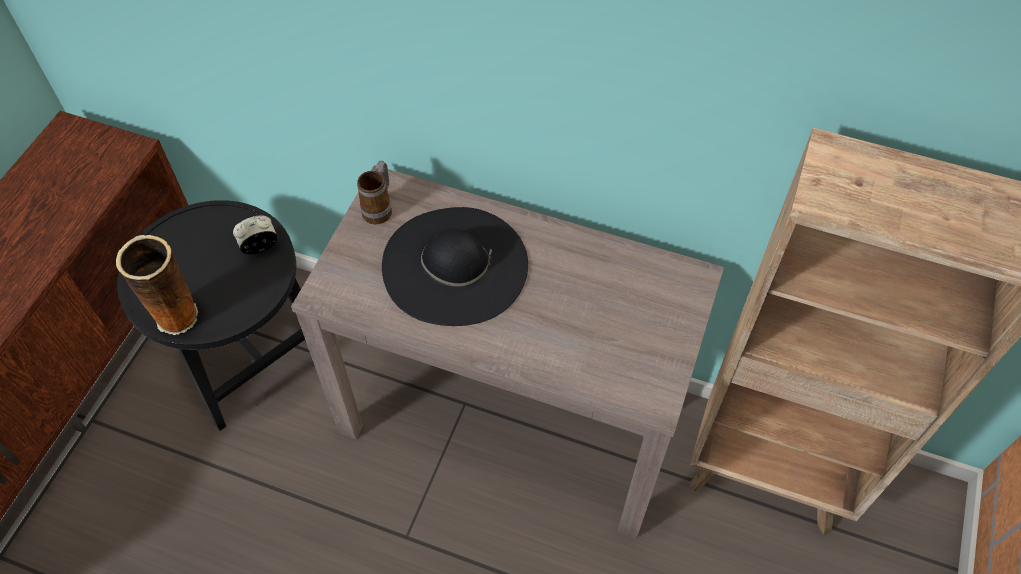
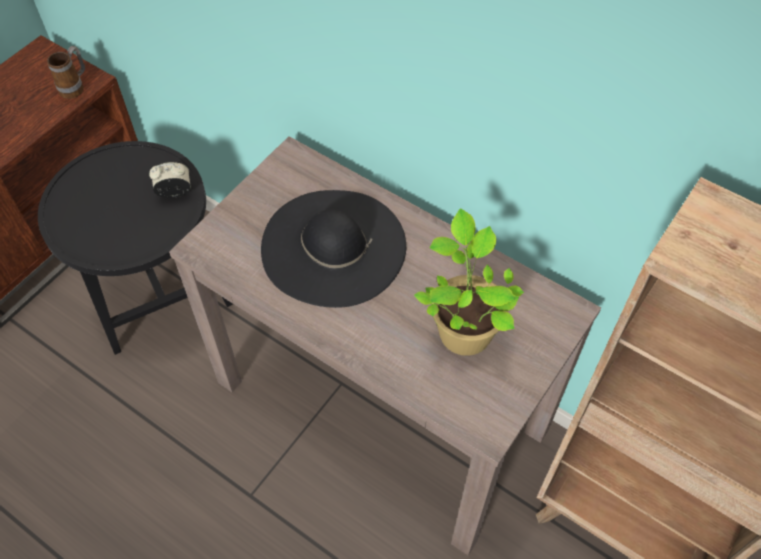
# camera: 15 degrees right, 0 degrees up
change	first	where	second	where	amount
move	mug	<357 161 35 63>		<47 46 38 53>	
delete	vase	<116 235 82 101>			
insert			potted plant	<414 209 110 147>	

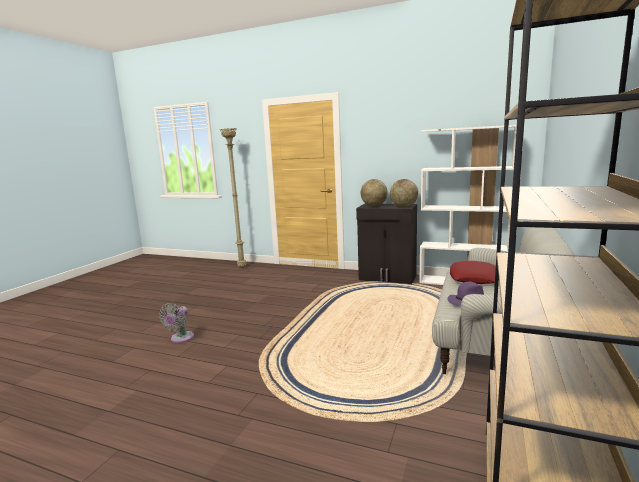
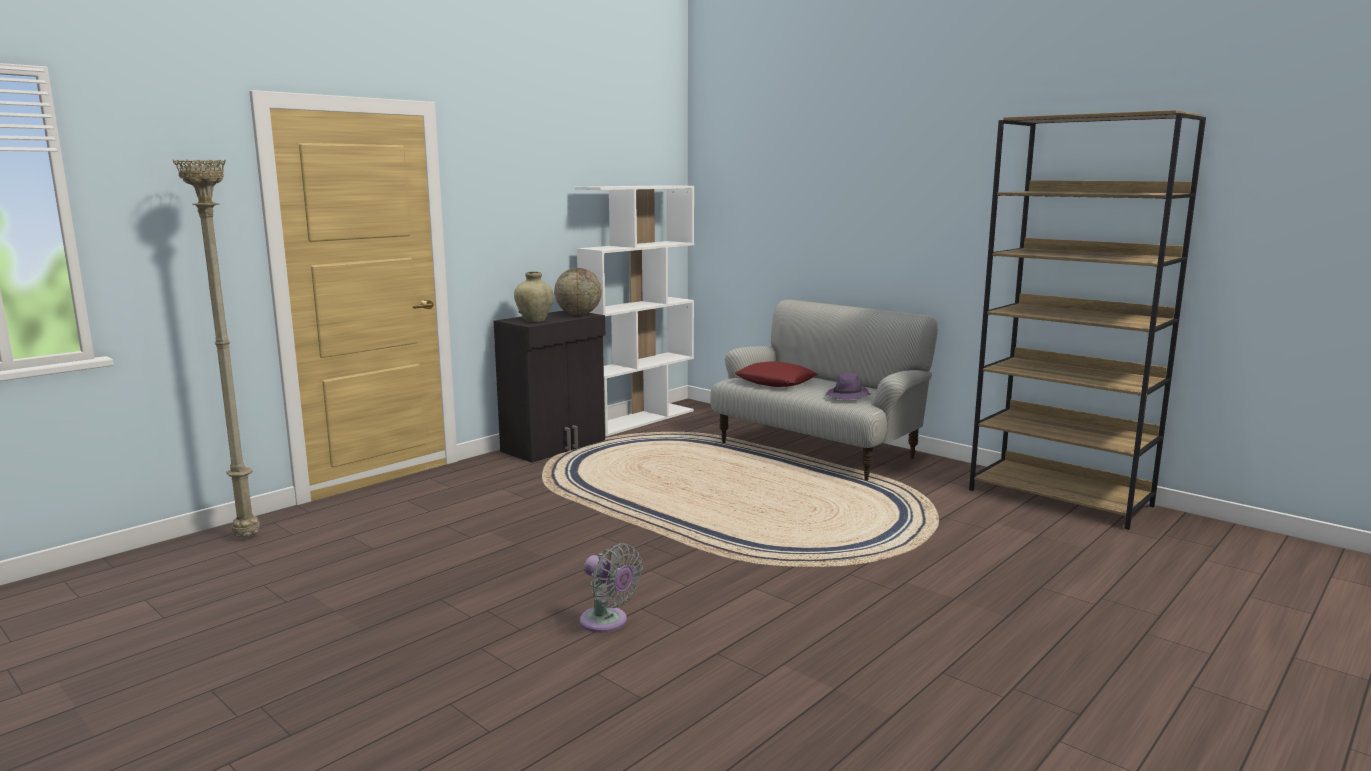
# camera: 70 degrees left, 0 degrees up
change	first	where	second	where	amount
replace	globe	<360 179 28 27>	beige vase	<514 271 39 51>	

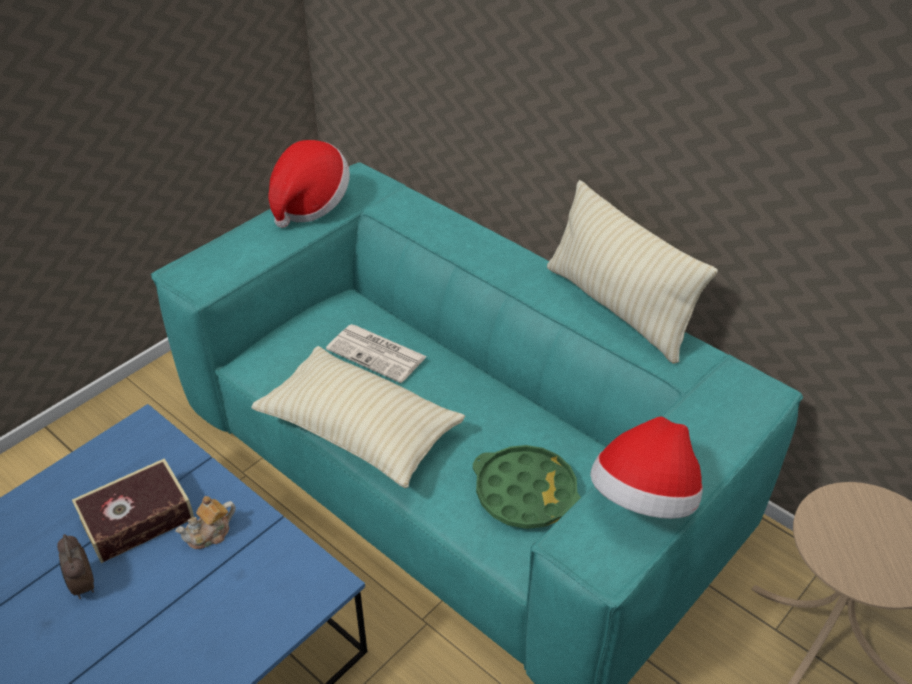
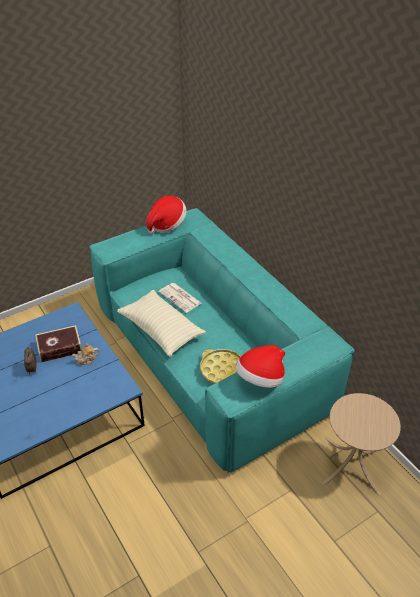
# camera: 15 degrees right, 0 degrees up
change	first	where	second	where	amount
delete	beige pillow	<547 180 171 184>			
recolor	green tray	<473 445 108 84>	yellow tray	<200 349 41 35>	

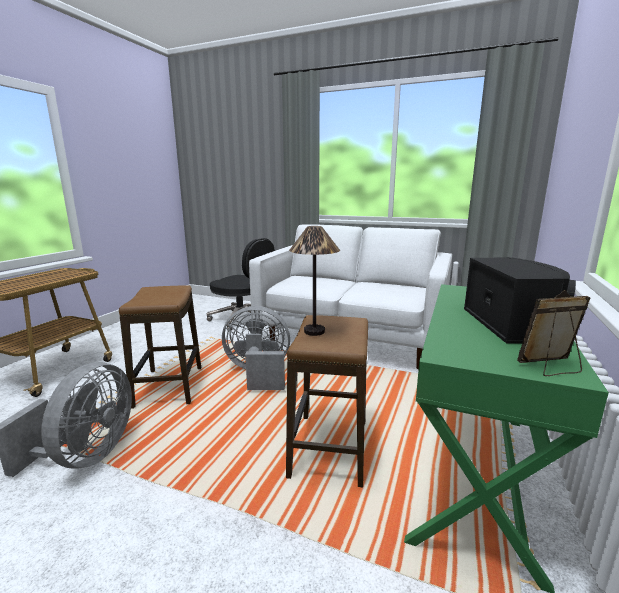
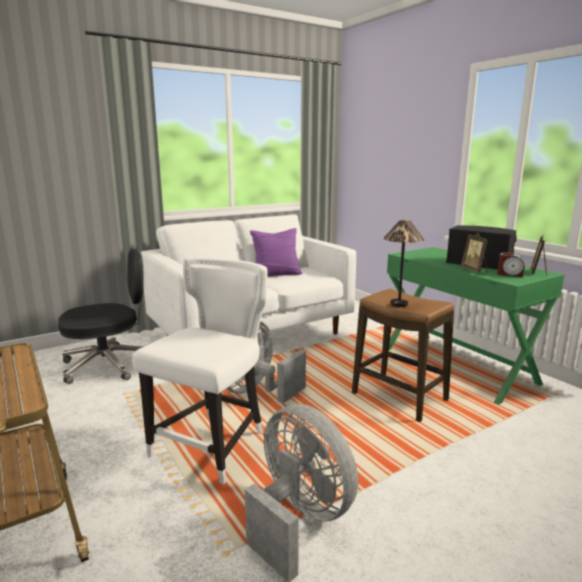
# camera: 55 degrees left, 0 degrees up
change	first	where	second	where	amount
replace	stool	<119 285 82 124>	white chair	<132 257 136 227>	
insert			purple pillow	<250 228 52 49>	
insert			picture frame	<461 233 27 39>	
insert			alarm clock	<497 252 28 25>	

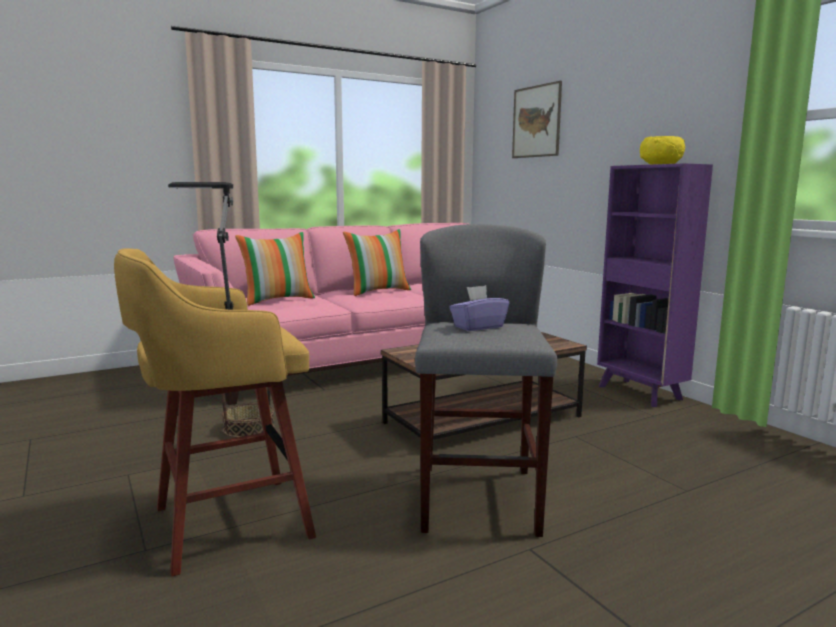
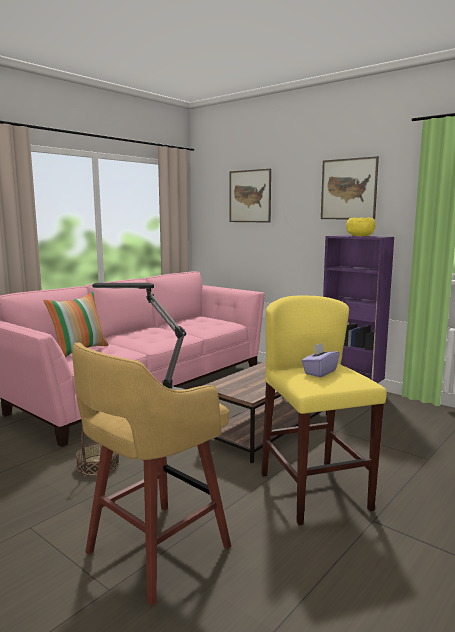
# camera: 20 degrees left, 0 degrees up
change	first	where	second	where	amount
recolor	grey stool	<415 224 142 313>	yellow stool	<261 296 126 229>	
delete	pillow	<343 229 68 67>			
insert			picture	<321 156 58 64>	

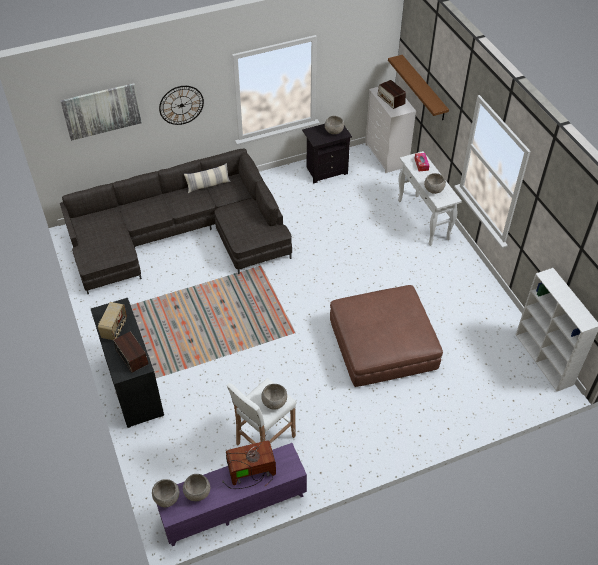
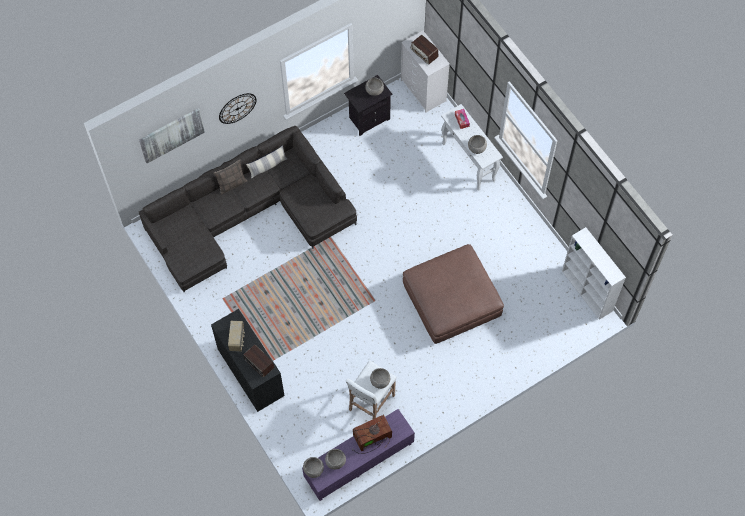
# camera: 10 degrees left, 15 degrees up
change	first	where	second	where	amount
delete	brown shelf	<388 55 61 65>			
insert			pillow	<214 160 33 35>	

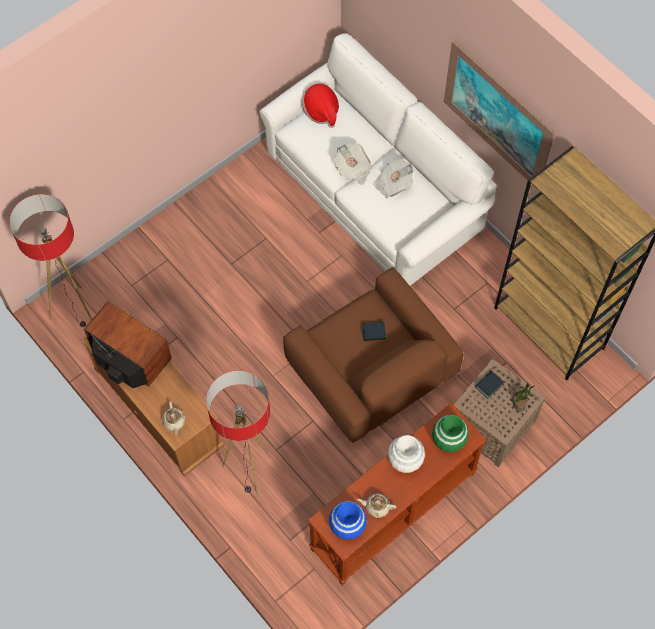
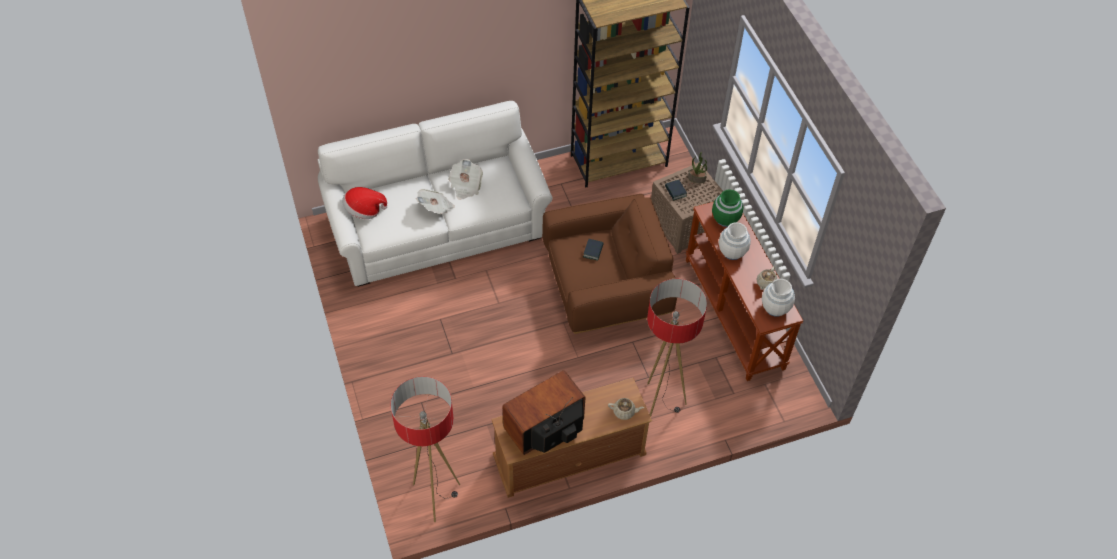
# camera: 70 degrees left, 10 degrees down
change	first	where	second	where	amount
delete	picture	<444 41 111 149>			
recolor	blue vase	<329 501 38 39>	white vase	<762 279 33 38>	

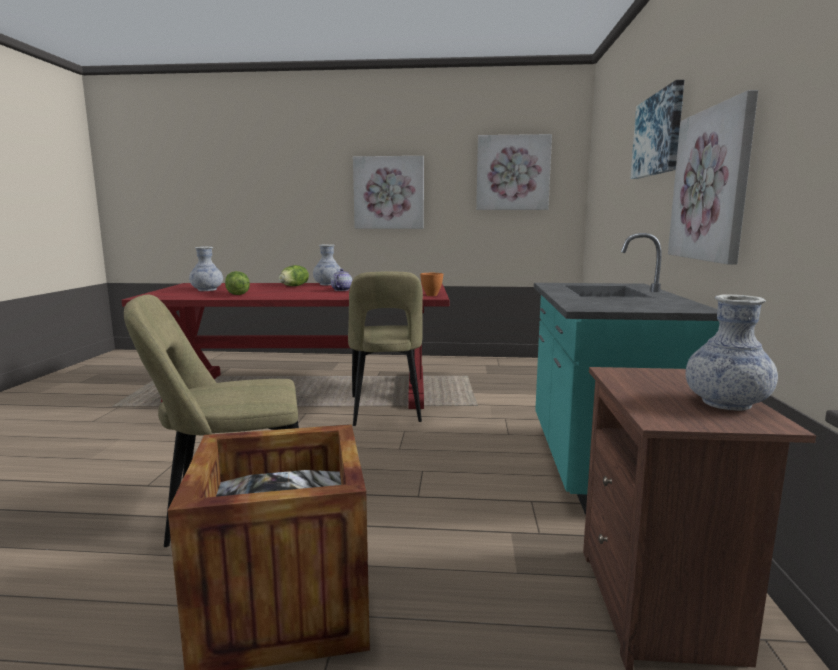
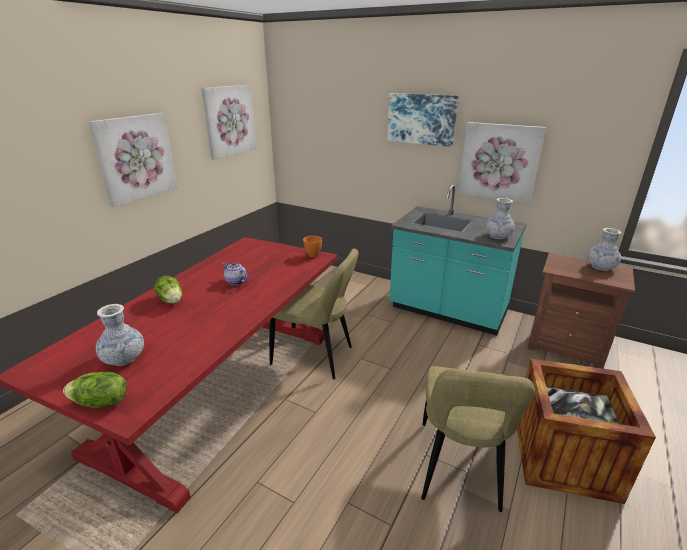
# camera: 65 degrees left, 15 degrees up
change	first	where	second	where	amount
move	vase	<313 244 28 41>		<485 198 30 41>	
move	lettuce	<225 271 25 24>		<63 372 64 36>	

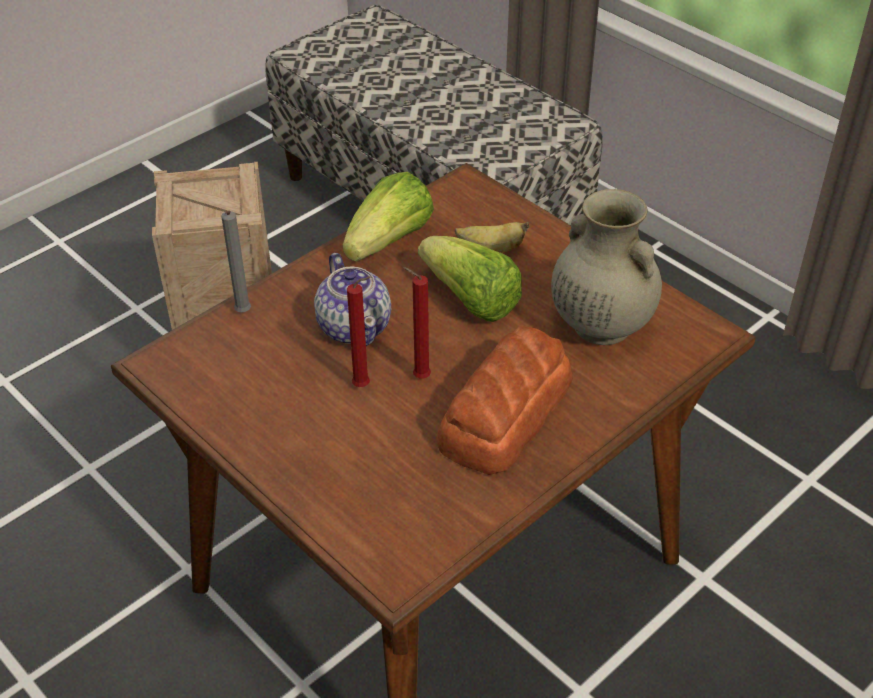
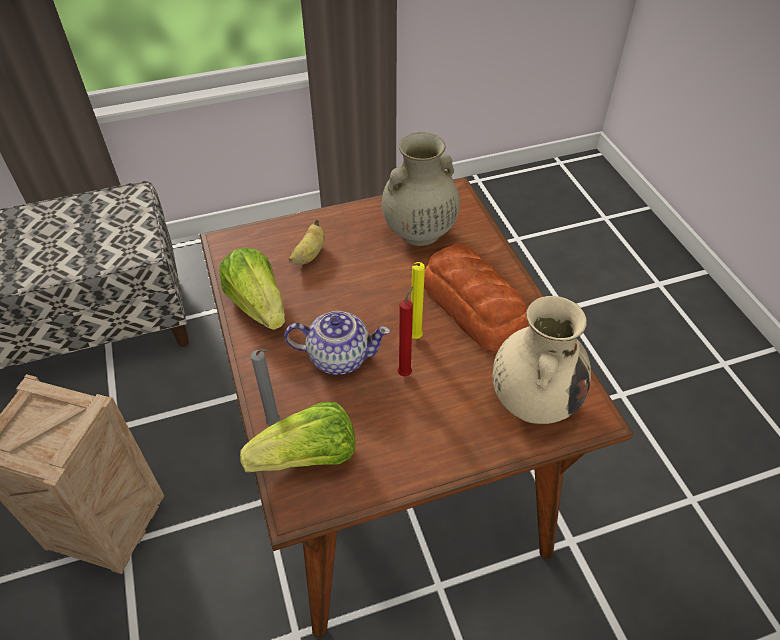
# camera: 65 degrees left, 5 degrees up
change	first	where	second	where	amount
move	lettuce	<418 236 104 86>		<240 402 116 70>	
recolor	red candle	<403 267 28 112>	yellow candle	<411 262 14 77>	
insert			beige vase	<492 296 99 128>	

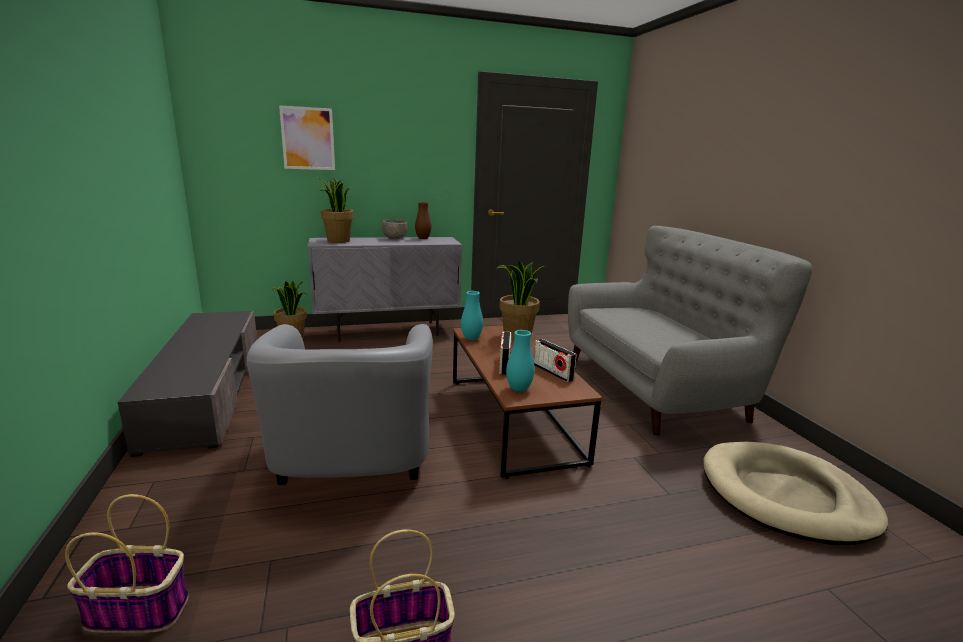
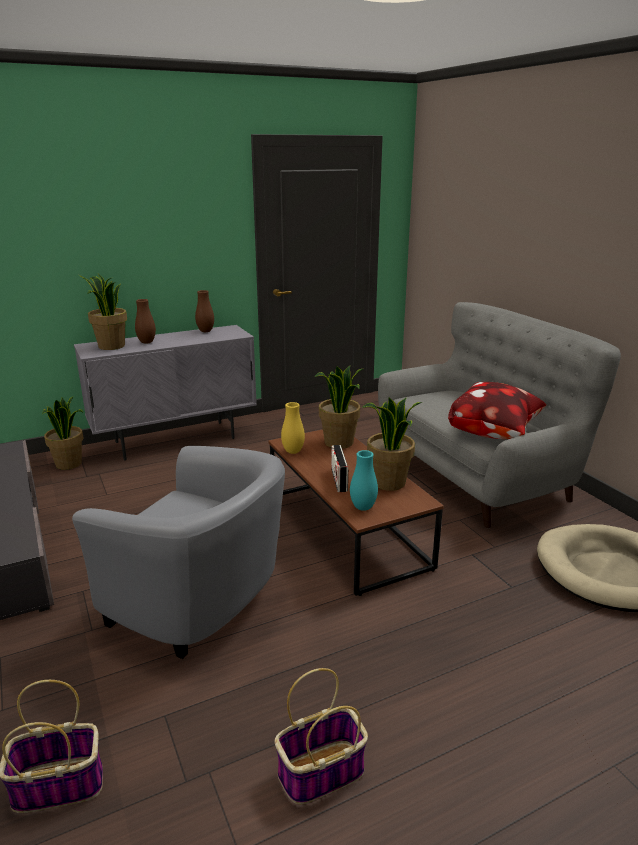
# camera: 10 degrees left, 5 degrees up
change	first	where	second	where	amount
delete	picture	<279 105 56 65>			
delete	grey bowl	<381 219 27 20>			
recolor	turquoise vase	<461 291 22 49>	yellow vase	<281 402 24 52>	
rotate	grey armchair	<247 324 186 161>		<72 446 213 213>	45 degrees counterclockwise
replace	radio	<534 339 43 43>	potted plant	<362 397 60 94>	
insert			brown vase	<135 299 21 45>	
insert			pillow	<448 382 98 57>	

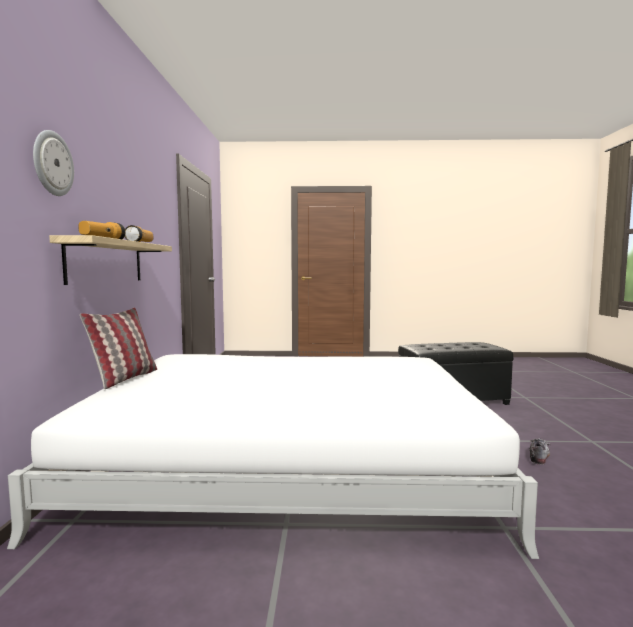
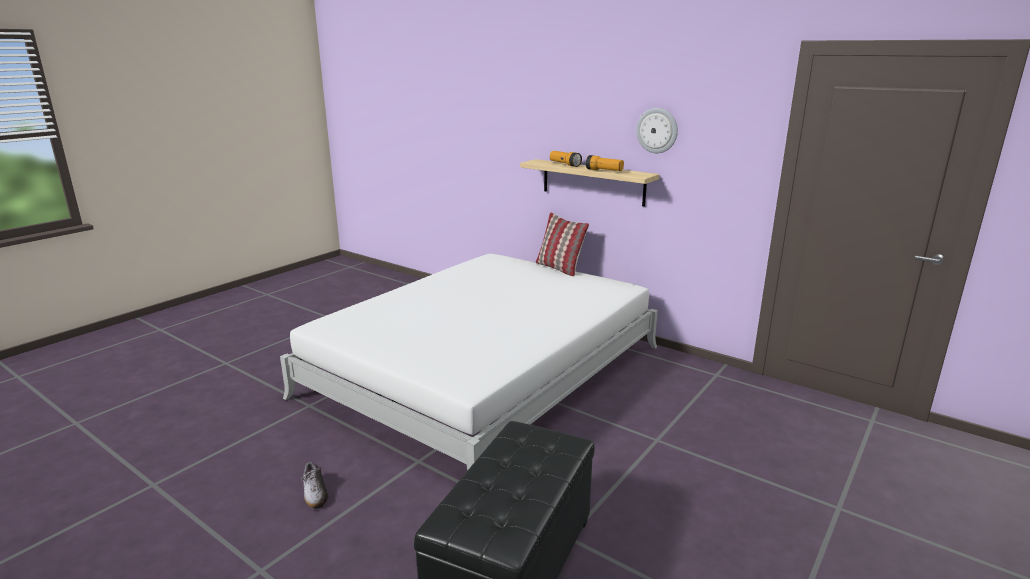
# camera: 125 degrees right, 15 degrees up
change	first	where	second	where	amount
move	wall clock	<33 130 41 66>		<636 108 42 45>	

